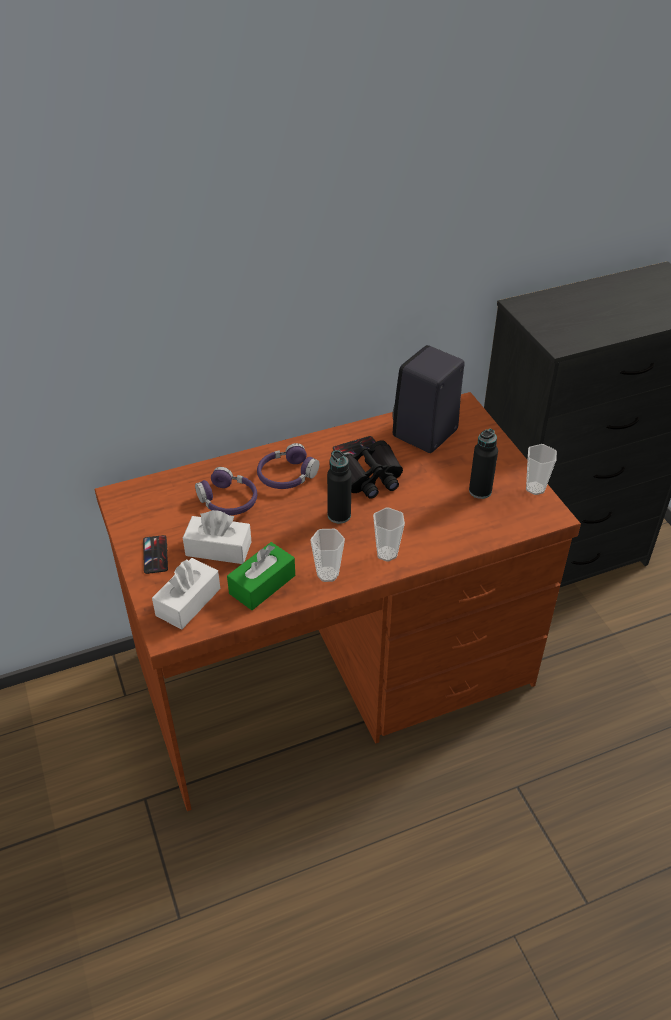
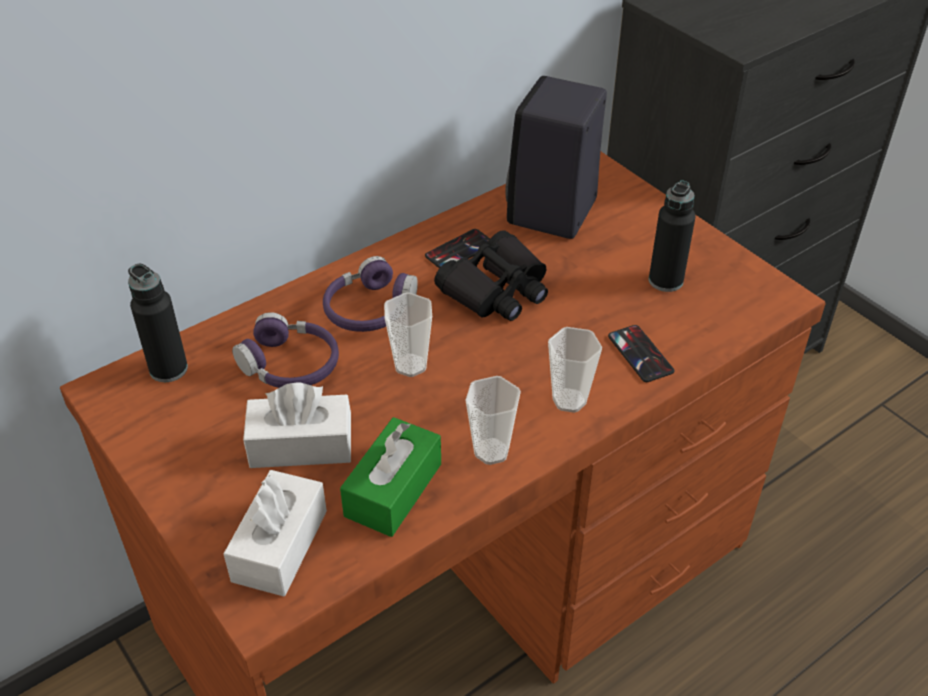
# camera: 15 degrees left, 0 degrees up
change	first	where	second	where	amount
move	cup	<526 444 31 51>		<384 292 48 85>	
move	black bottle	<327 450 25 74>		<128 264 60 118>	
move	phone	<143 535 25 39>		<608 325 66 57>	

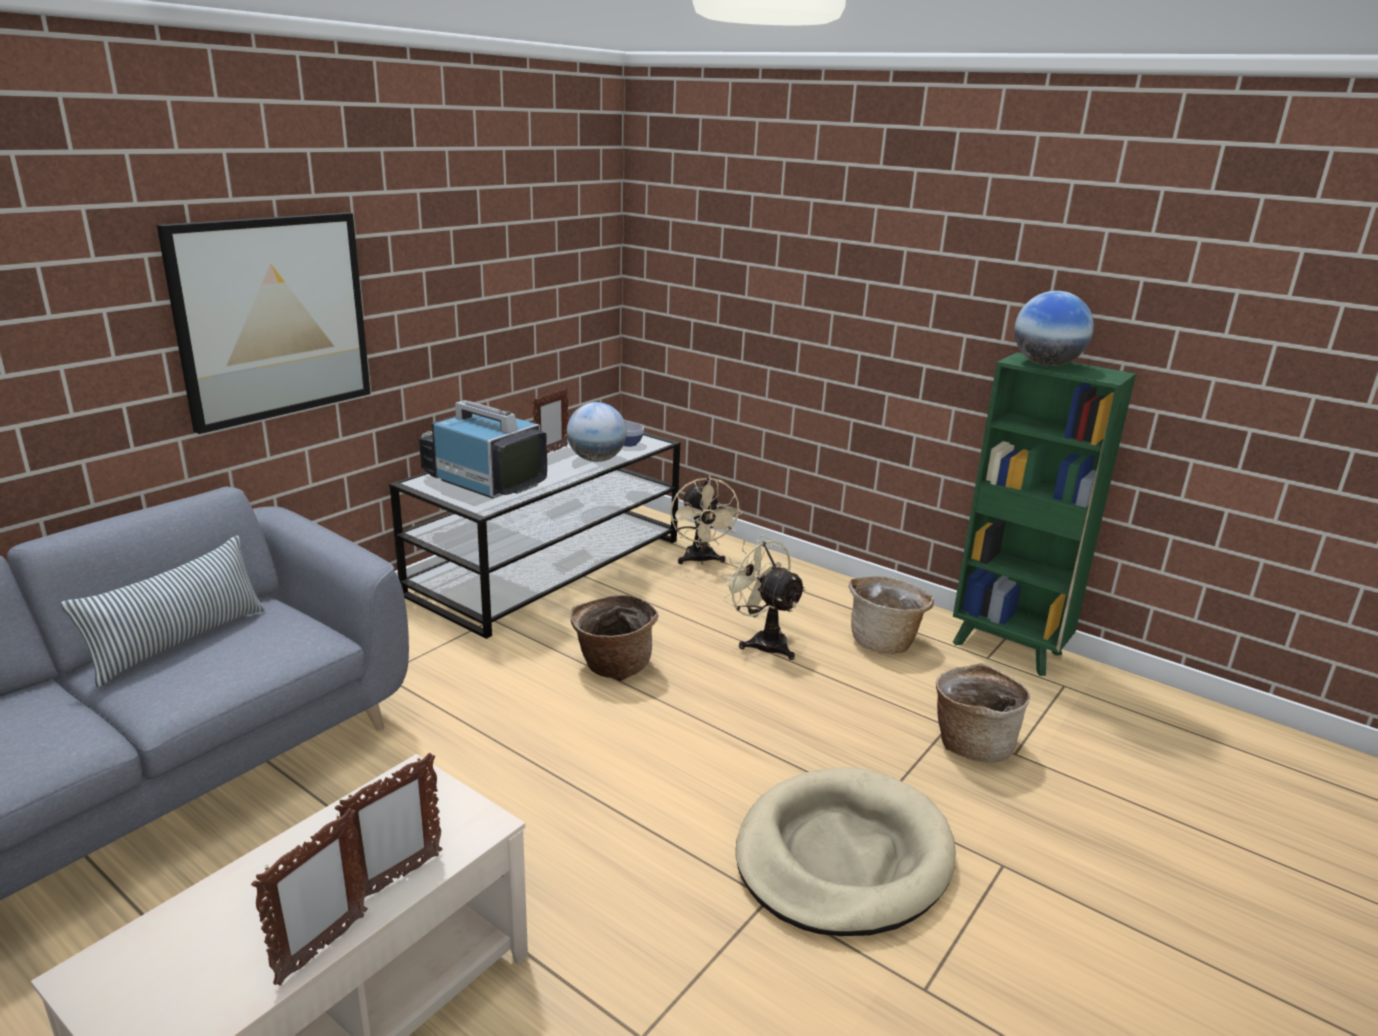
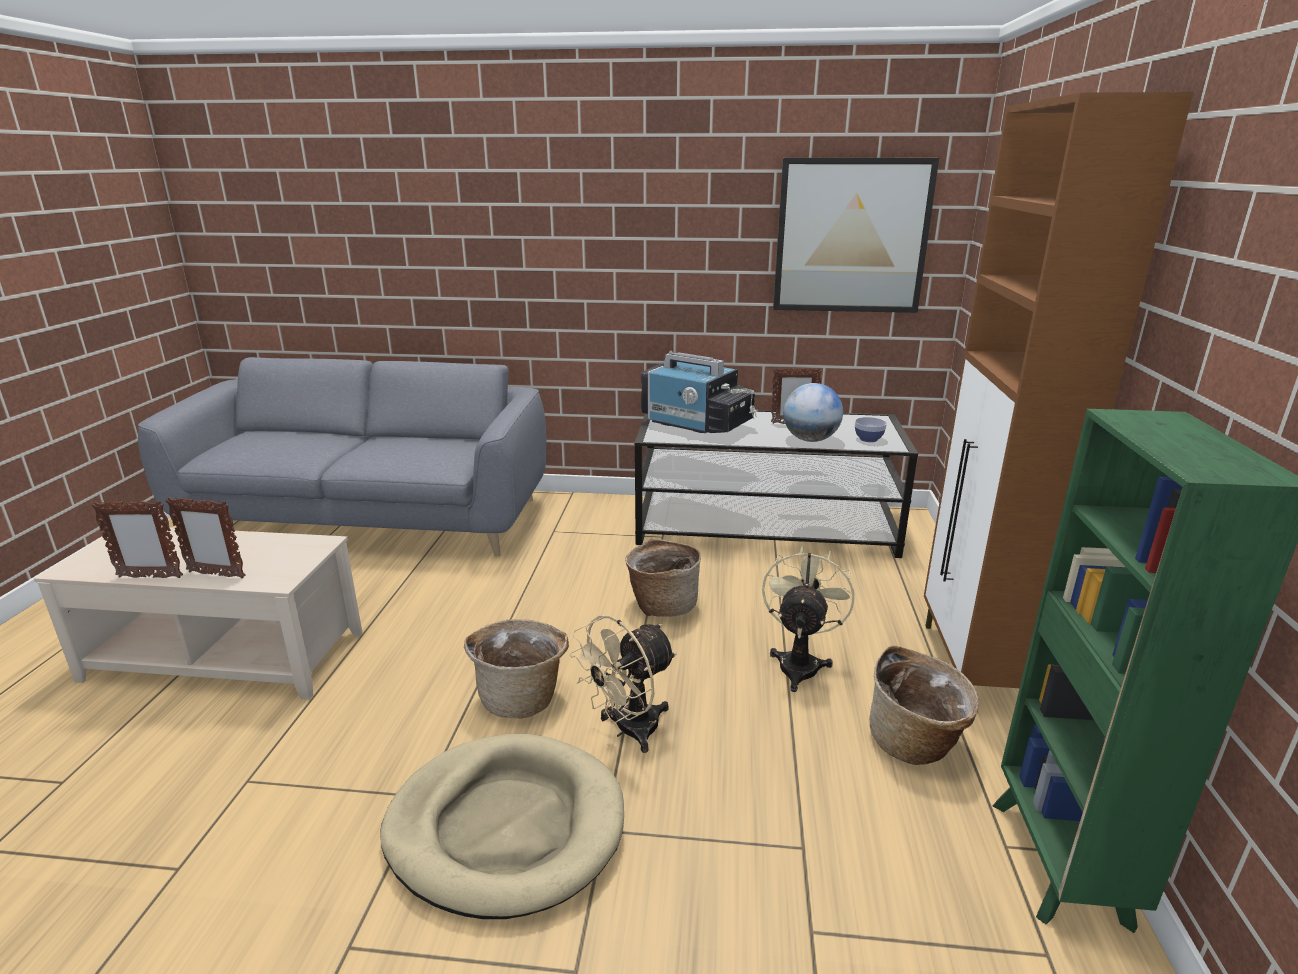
# camera: 60 degrees right, 0 degrees up
change	first	where	second	where	amount
move	picture	<157 212 214 222>		<773 158 166 155>	
delete	globe	<1014 291 80 75>			
rotate	television	<419 400 128 99>		<641 350 117 83>	120 degrees clockwise
move	beige fan	<670 477 72 88>		<569 615 108 138>	
delete	pillow	<61 535 204 152>			
move	basket	<936 663 94 100>		<464 619 105 100>	
insert			brown cabinet	<924 92 270 596>	

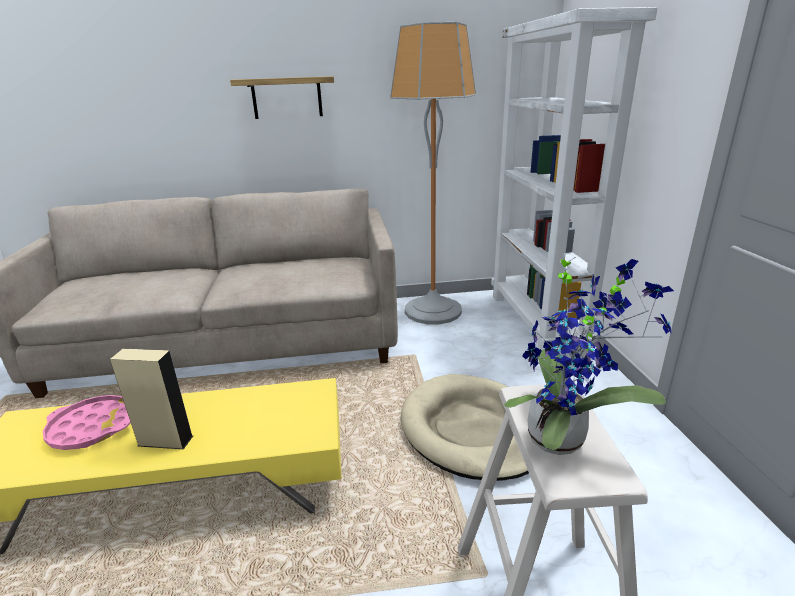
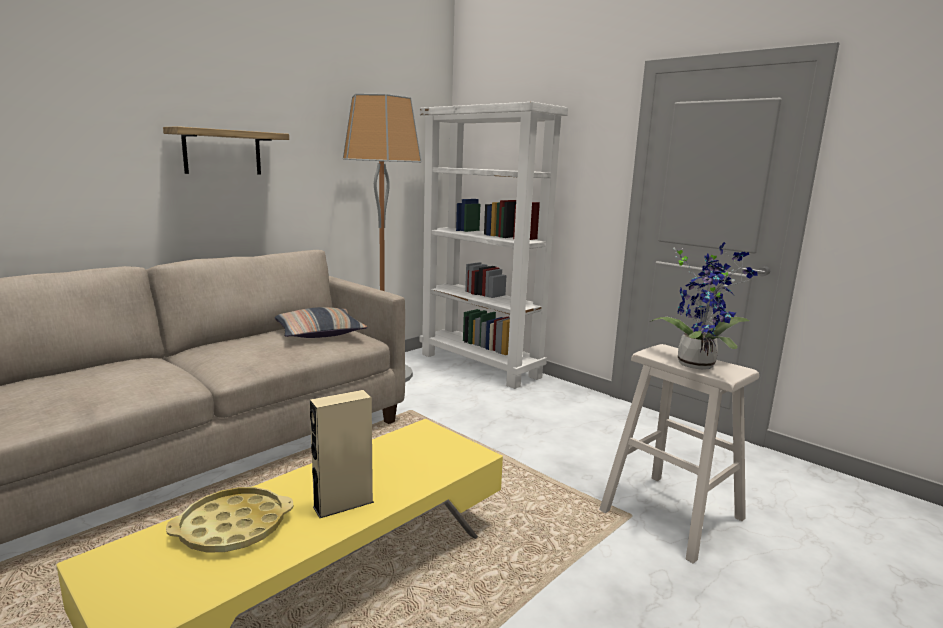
# camera: 40 degrees left, 10 degrees down
change	first	where	second	where	amount
delete	beige dog bed	<401 374 128 107>			
recolor	pink tray	<43 395 88 55>	yellow tray	<166 487 127 66>	
insert			pillow	<275 307 92 31>	

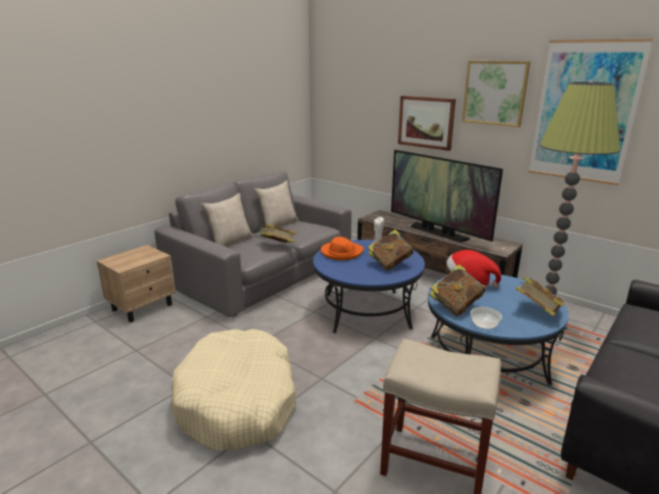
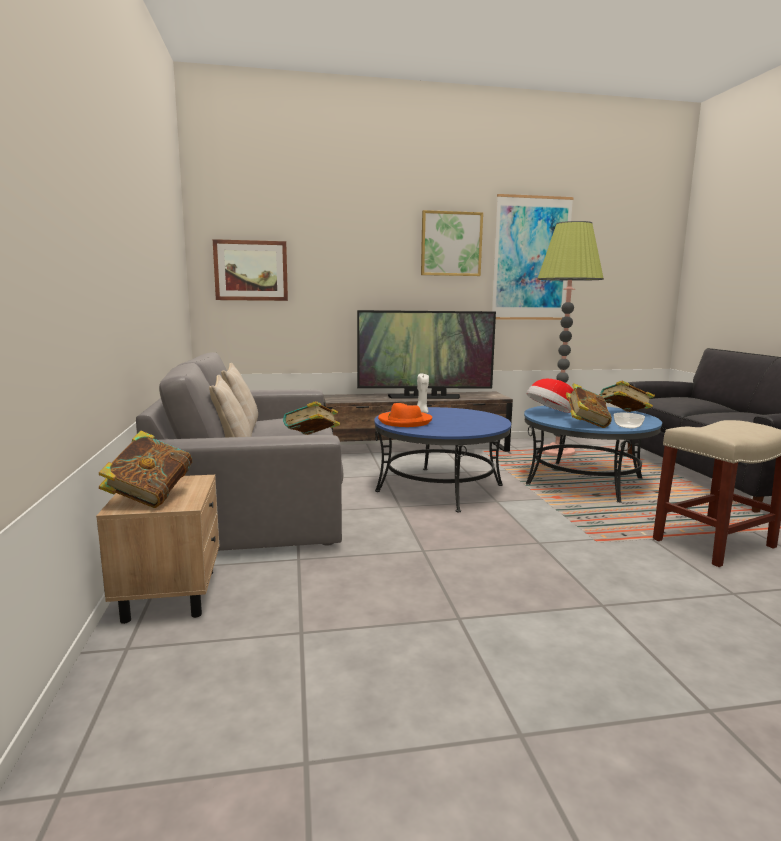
# camera: 50 degrees left, 10 degrees down
change	first	where	second	where	amount
move	picture	<398 96 58 55>		<213 239 75 62>	
move	book	<368 230 46 41>		<99 431 93 77>	
delete	beige dog bed	<171 329 126 121>			

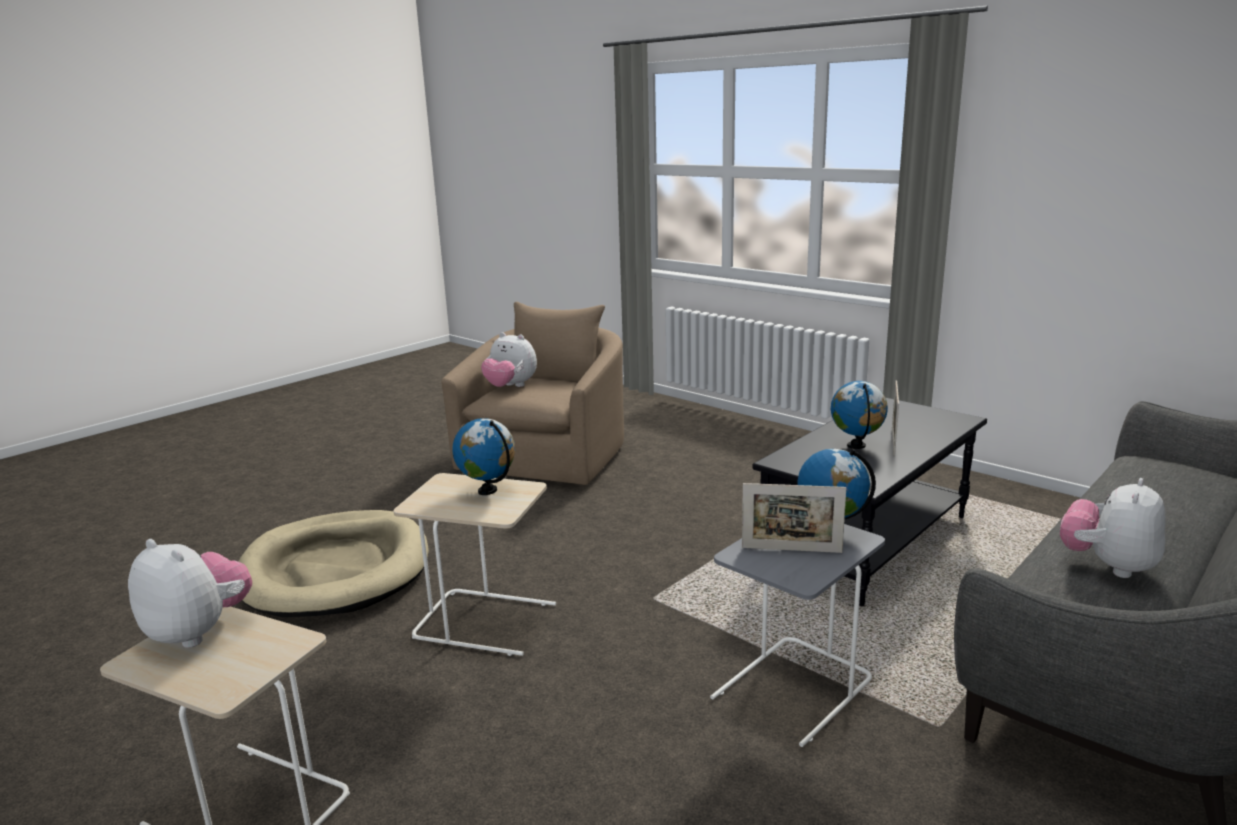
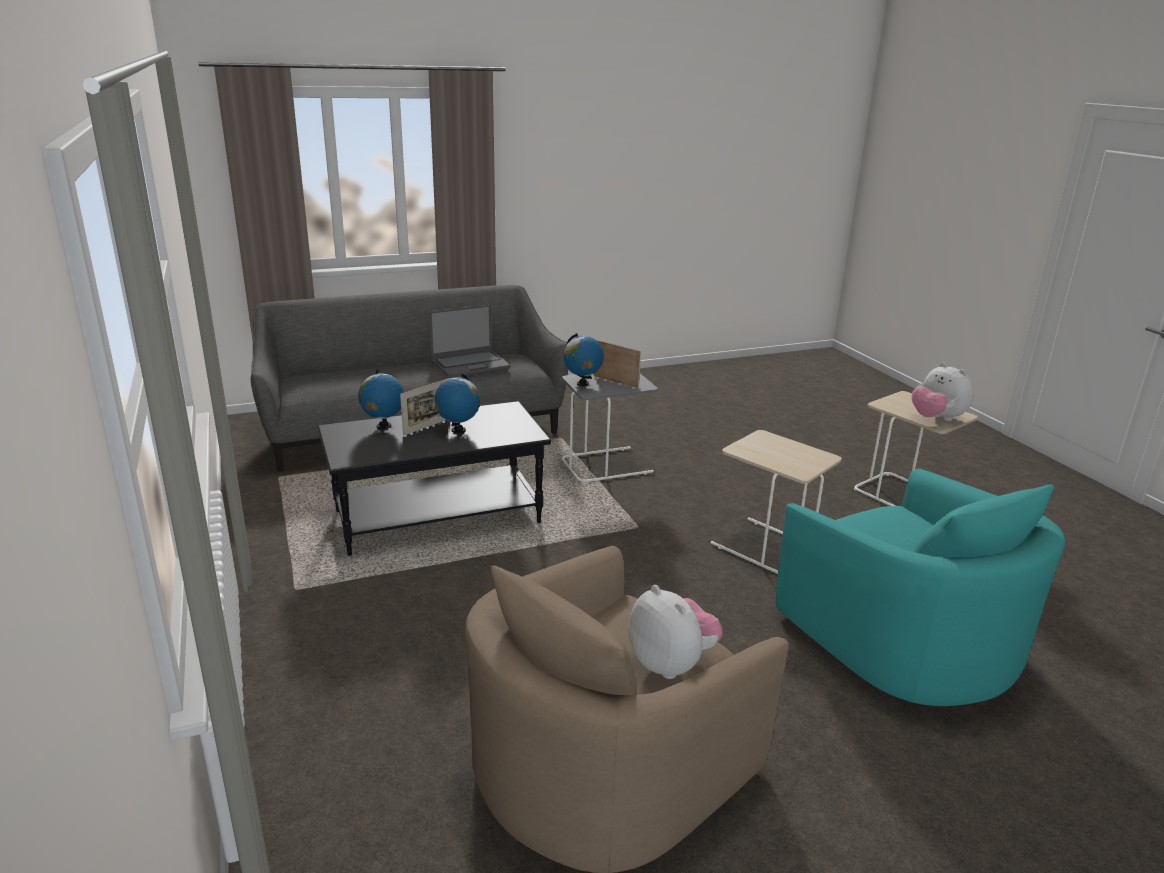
# camera: 155 degrees left, 5 degrees up
change	first	where	second	where	amount
move	globe	<452 418 63 77>		<358 370 46 59>	
replace	plush toy	<1060 478 106 100>	laptop	<429 304 81 74>	
replace	beige dog bed	<239 510 190 107>	turquoise armchair	<776 469 289 237>	

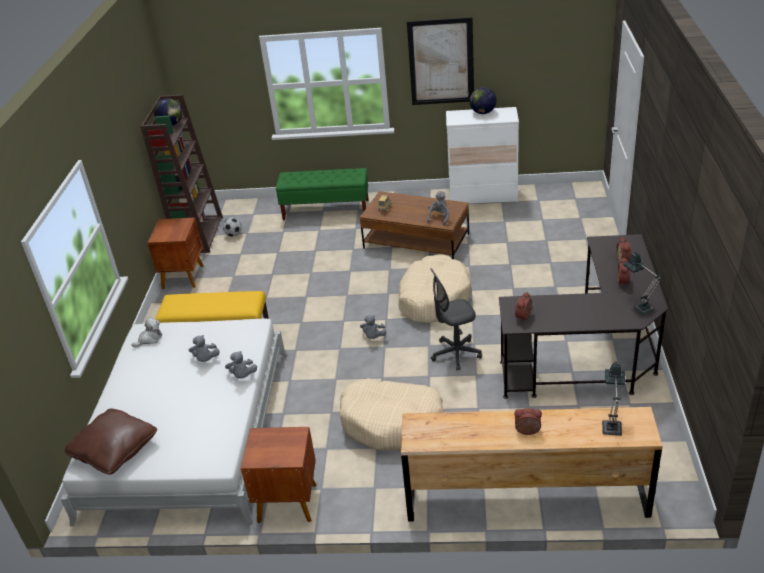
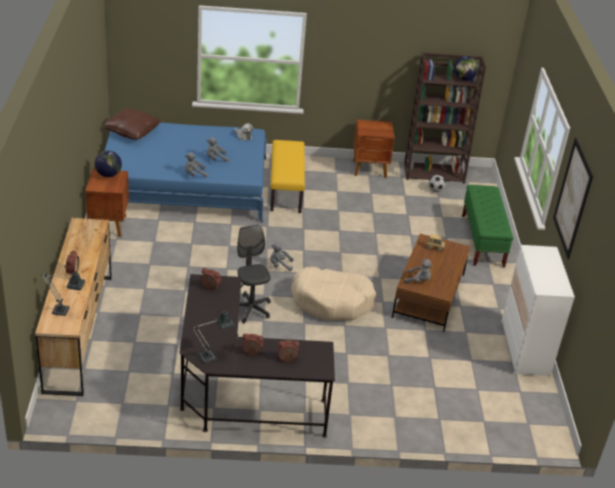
# camera: 80 degrees right, 0 degrees up
change	first	where	second	where	amount
move	globe	<470 87 26 27>		<95 151 27 26>	
recolor	white bed	<61 319 226 207>	blue bed	<105 122 161 100>	
delete	beige dog bed	<340 378 104 72>			

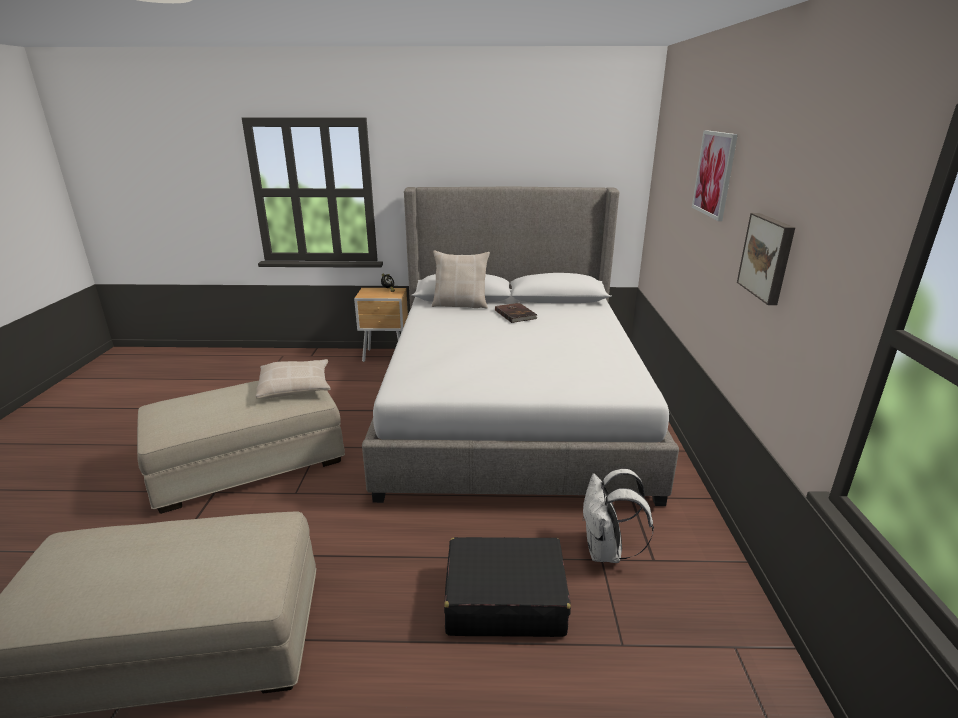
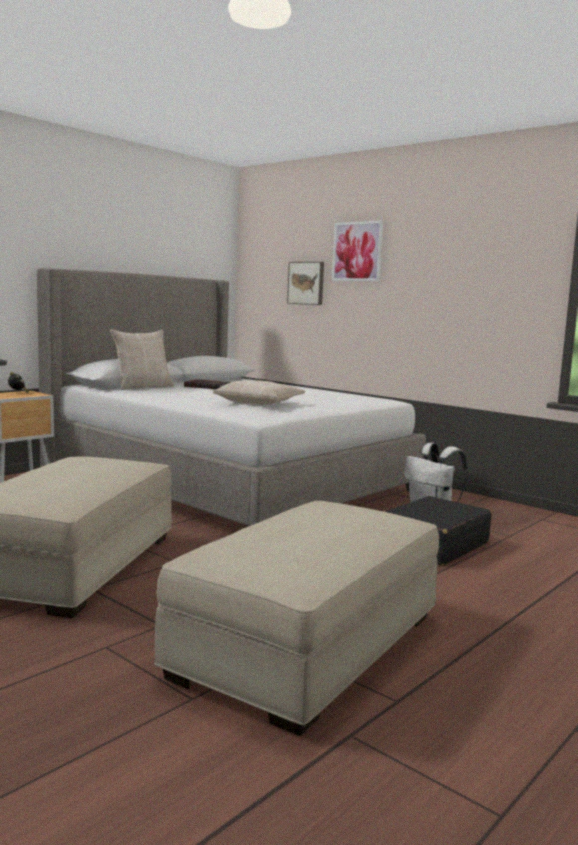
# camera: 50 degrees left, 15 degrees down
change	first	where	second	where	amount
move	picture	<737 213 58 92>		<287 262 37 43>	
move	beige pillow	<256 359 74 40>		<213 380 92 25>	

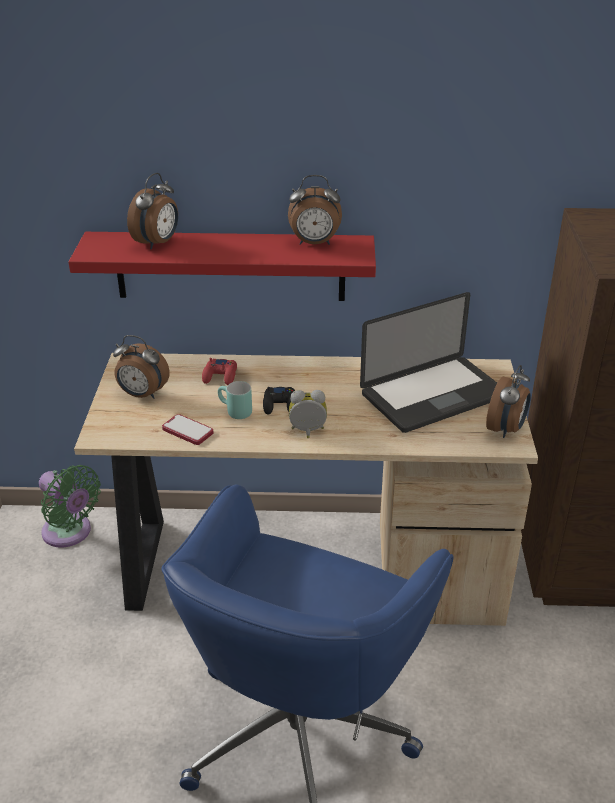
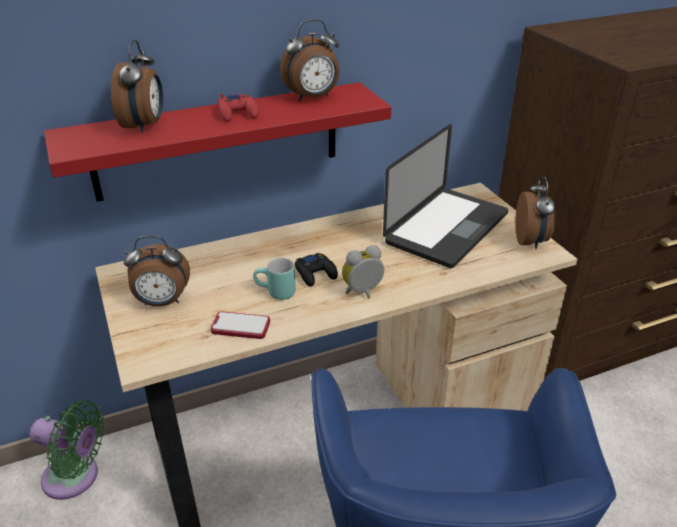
# camera: 25 degrees left, 0 degrees up
change	first	where	second	where	amount
move	red game controller	<202 358 35 27>		<217 94 42 28>	

